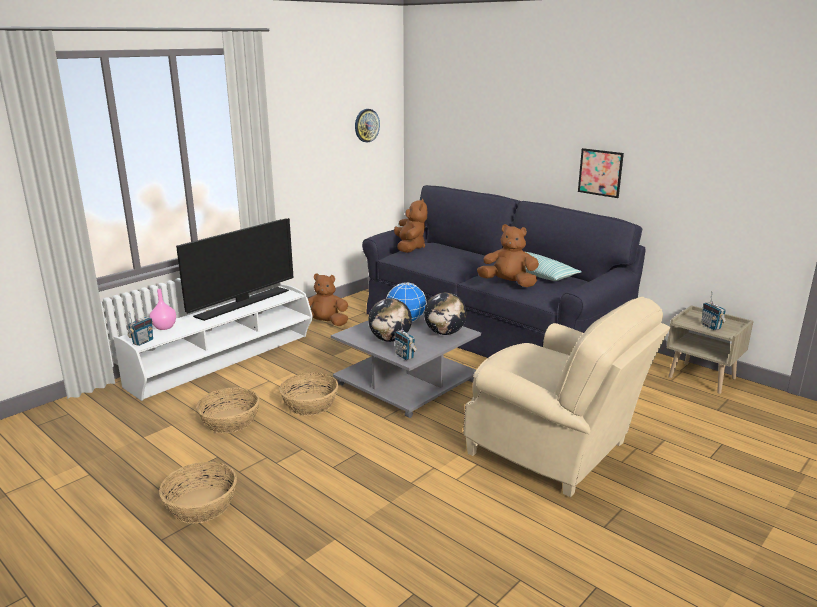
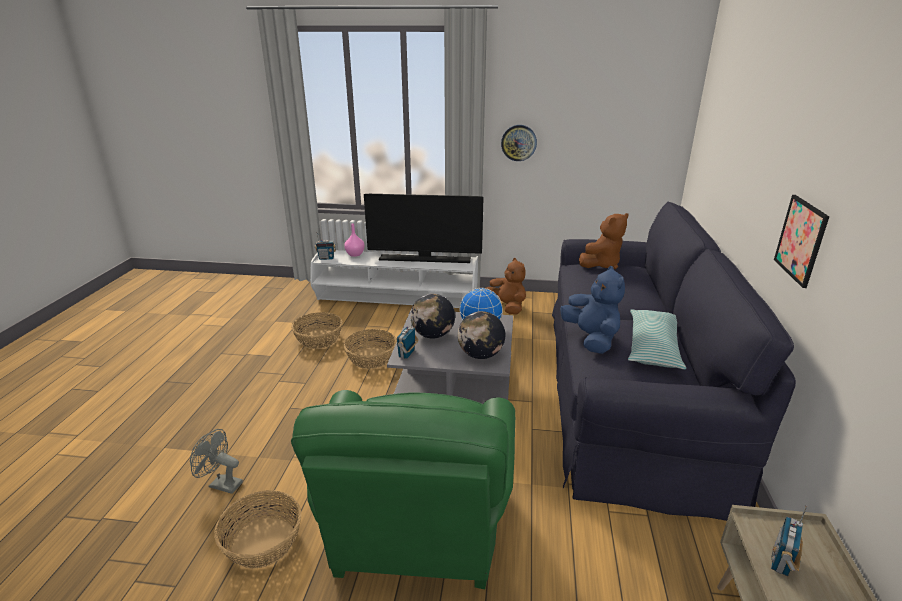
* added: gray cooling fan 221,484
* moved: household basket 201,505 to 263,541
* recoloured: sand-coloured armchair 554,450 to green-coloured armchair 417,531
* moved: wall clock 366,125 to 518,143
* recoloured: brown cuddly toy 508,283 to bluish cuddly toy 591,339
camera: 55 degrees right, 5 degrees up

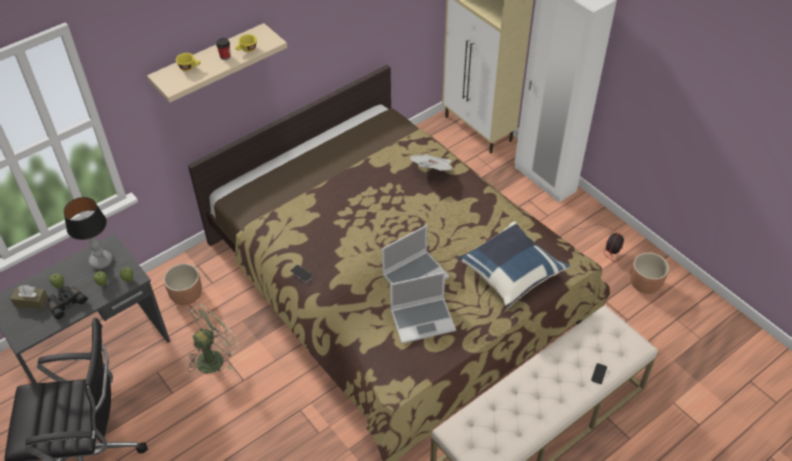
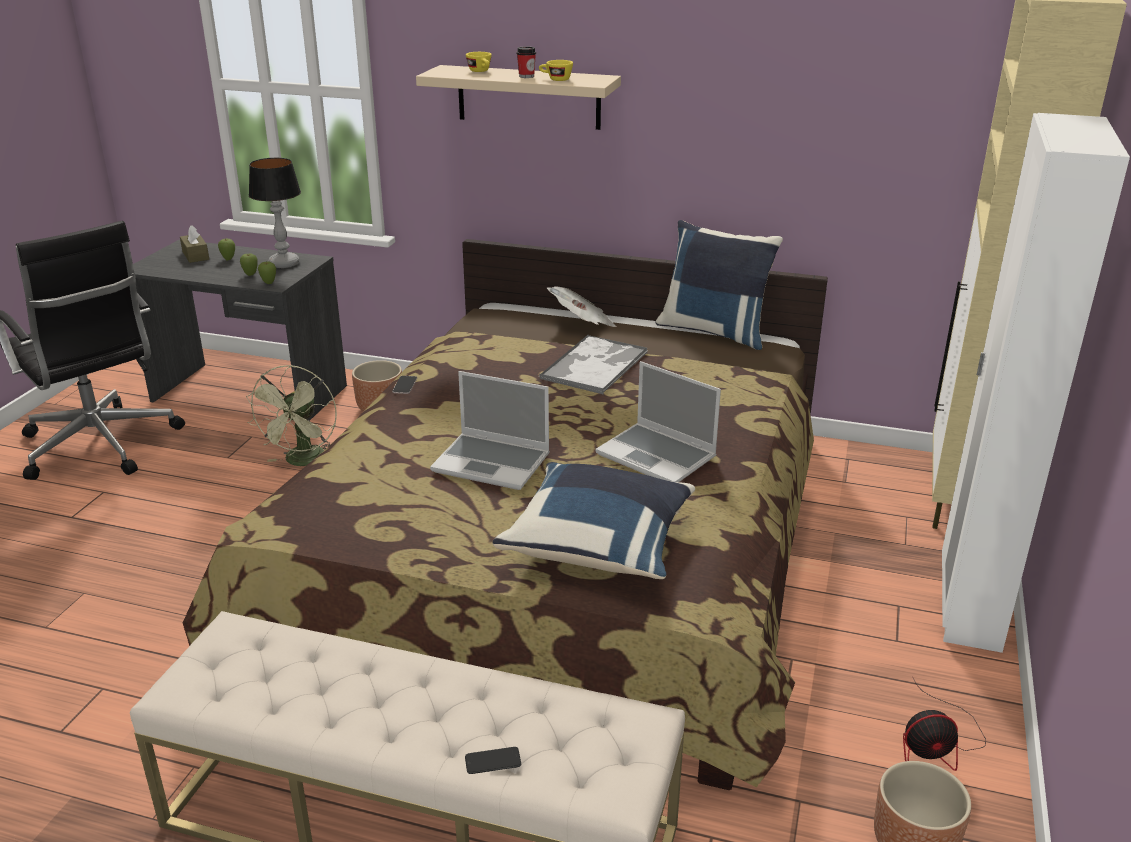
* turned: green-coloured cooling fan 214,357 = 303,462 90 degrees clockwise
* added: carrying tray 595,365
* moved: newspaper 433,170 to 582,324
* moved: laptop 423,320 to 658,456
* added: bluish cushion 714,331
* removed: black pair of binoculars 66,304
camera: 55 degrees right, 20 degrees down

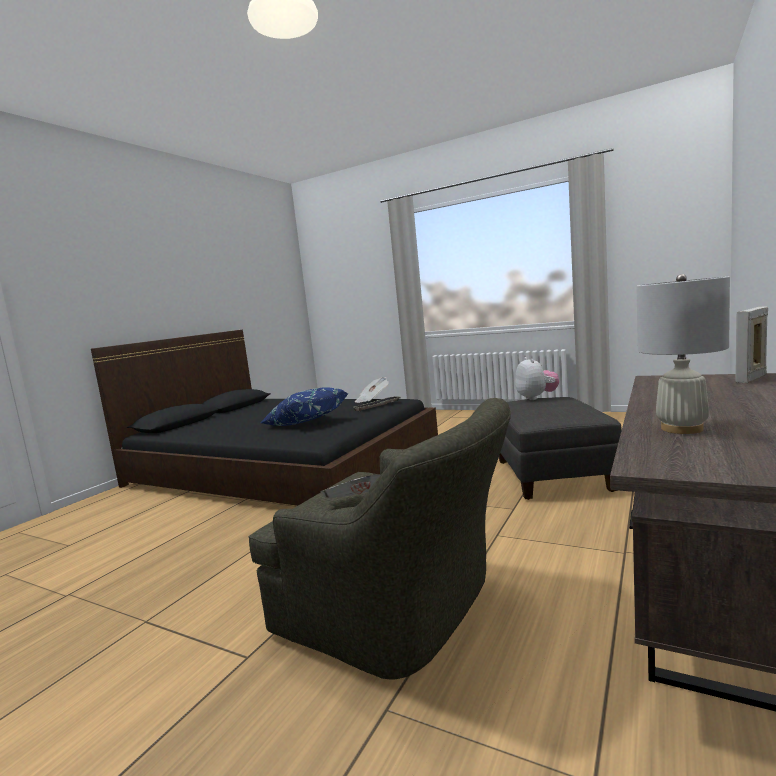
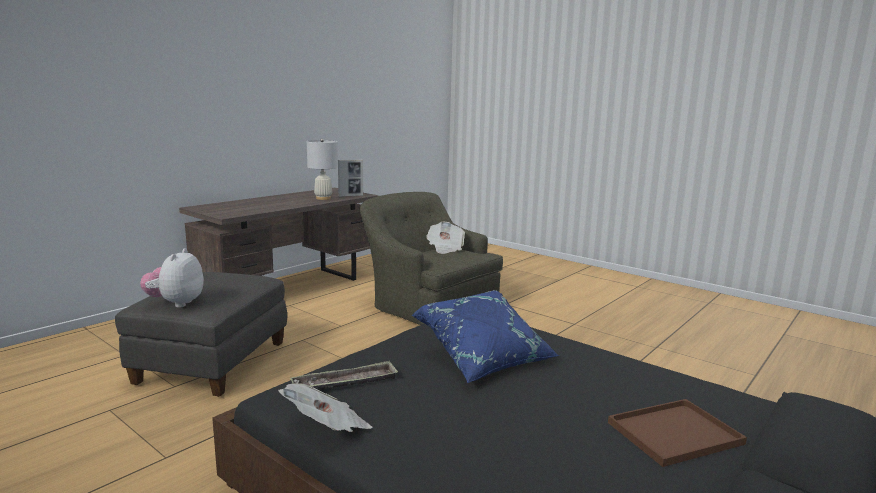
* moved: standing frame 751,379 to 350,196
* added: brown carrying tray 673,434
camera: 170 degrees left, 5 degrees up

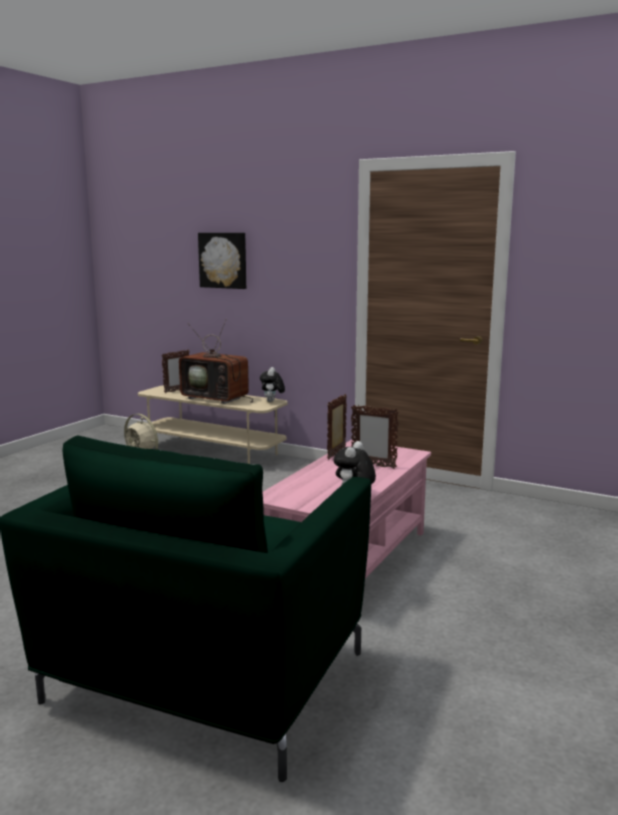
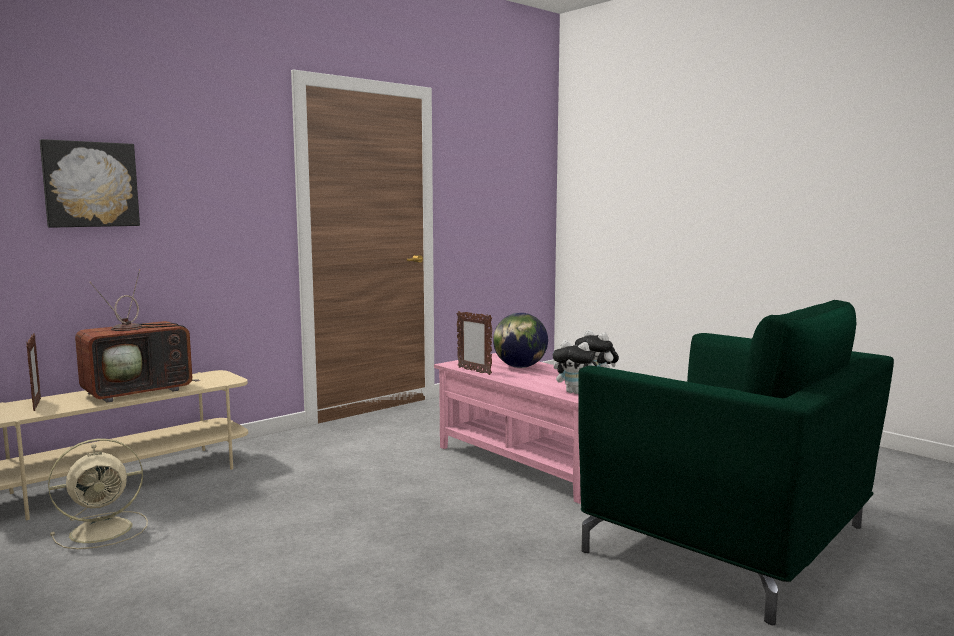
* replaced: standing frame 373,465 to desk globe 520,367
* moved: cuddly toy 272,401 to 575,392
camera: 70 degrees left, 5 degrees down

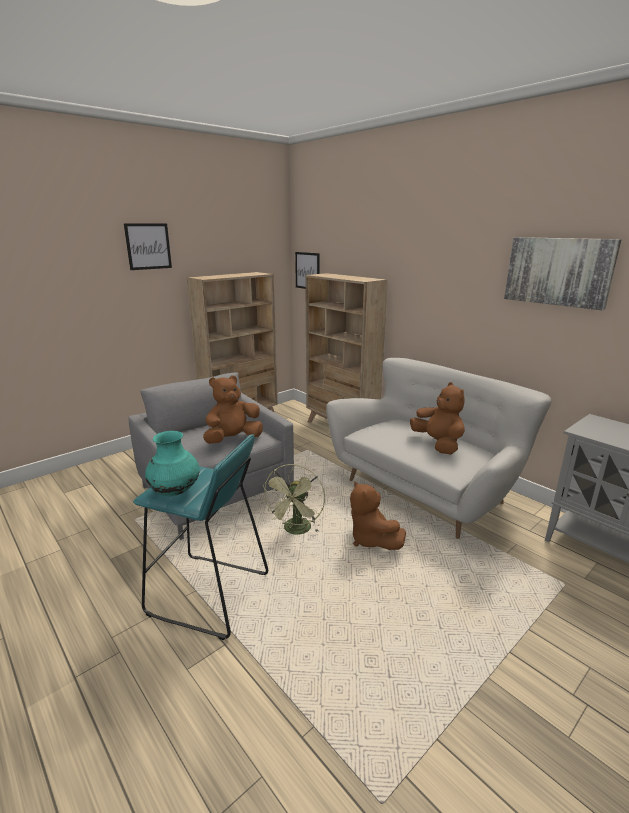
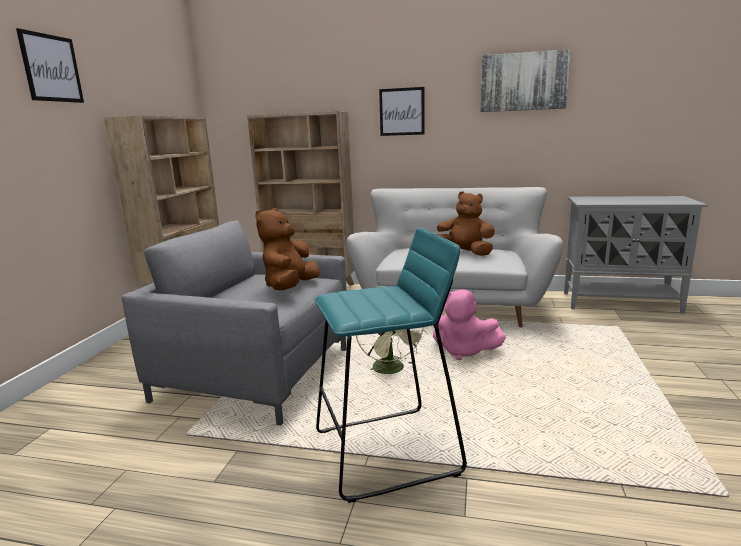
* moved: wall picture 307,271 to 402,111
* recoloured: brown cuddly toy 371,539 to pinkish cuddly toy 463,351
* removed: blue-green flower vase 175,492
camera: 35 degrees left, 5 degrees down

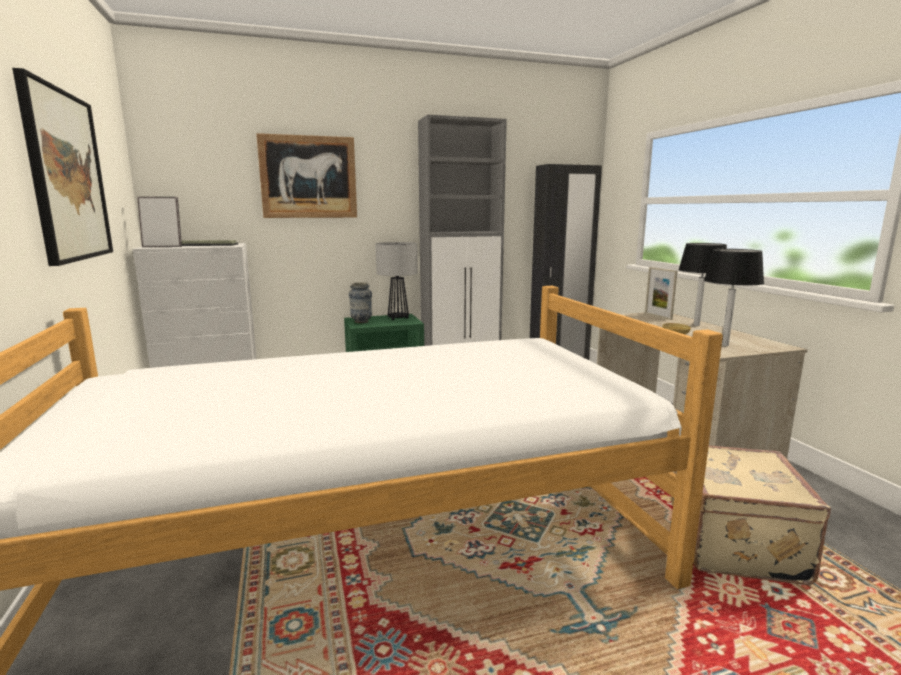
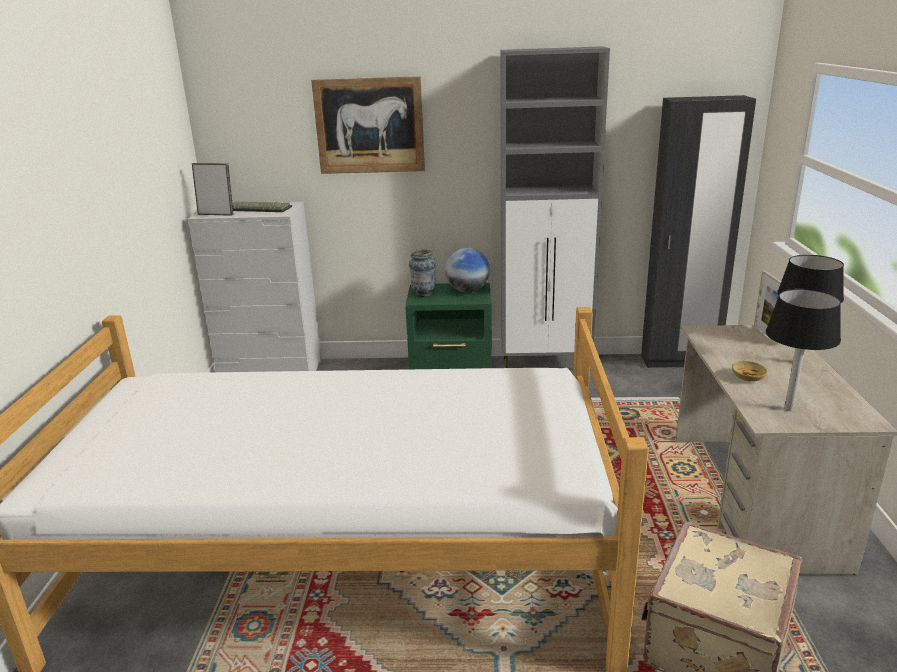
* replaced: tabletop lamp 398,318 to desk globe 467,291
* removed: wall picture 67,176
camera: 20 degrees right, 10 degrees up

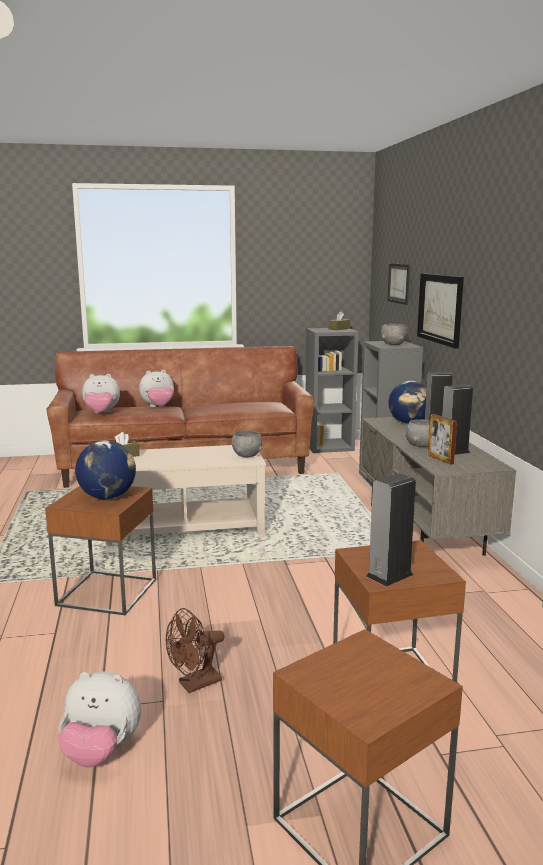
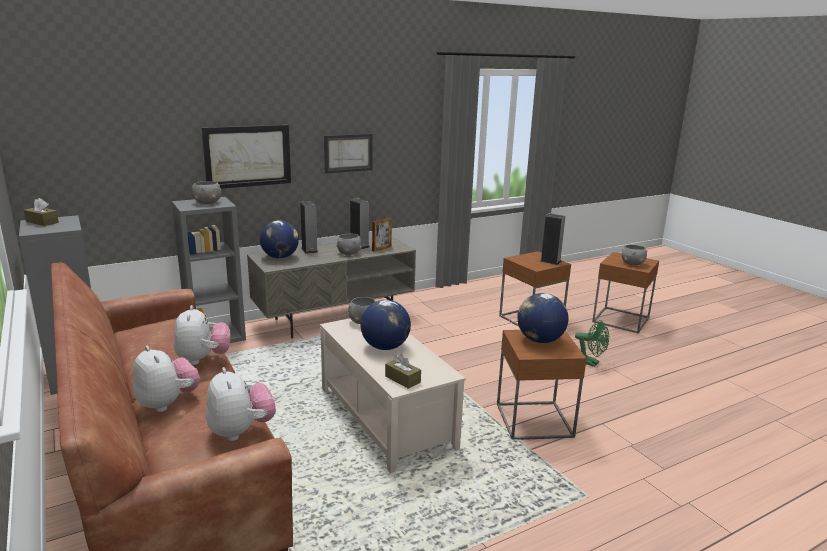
* moved: cuddly toy 101,752 to 203,359
* moved: wall picture 399,283 to 348,153
* added: desk globe 385,347
* recoloured: brown cooling fan 194,684 to green-coloured cooling fan 590,363
* added: gray bowl 632,264
camera: 110 degrees left, 5 degrees up

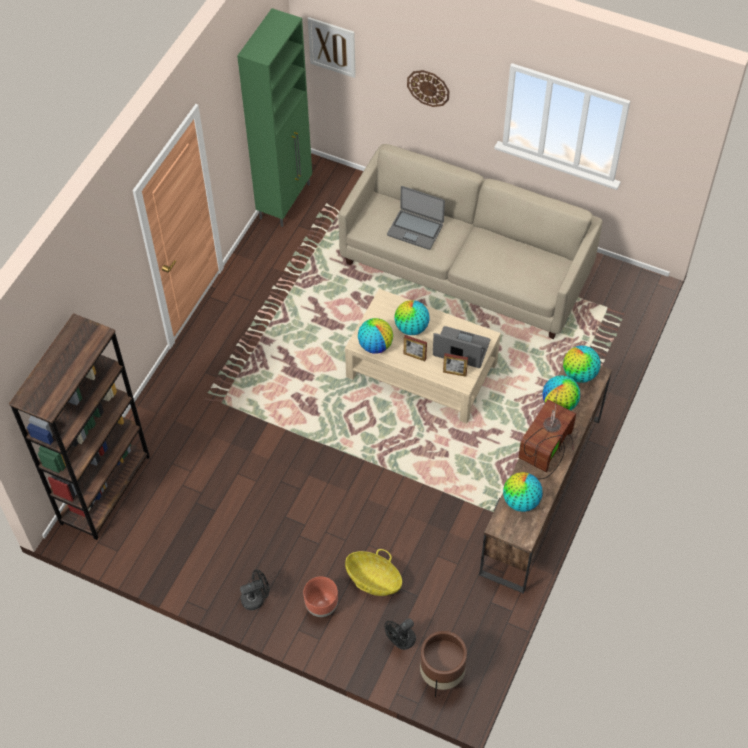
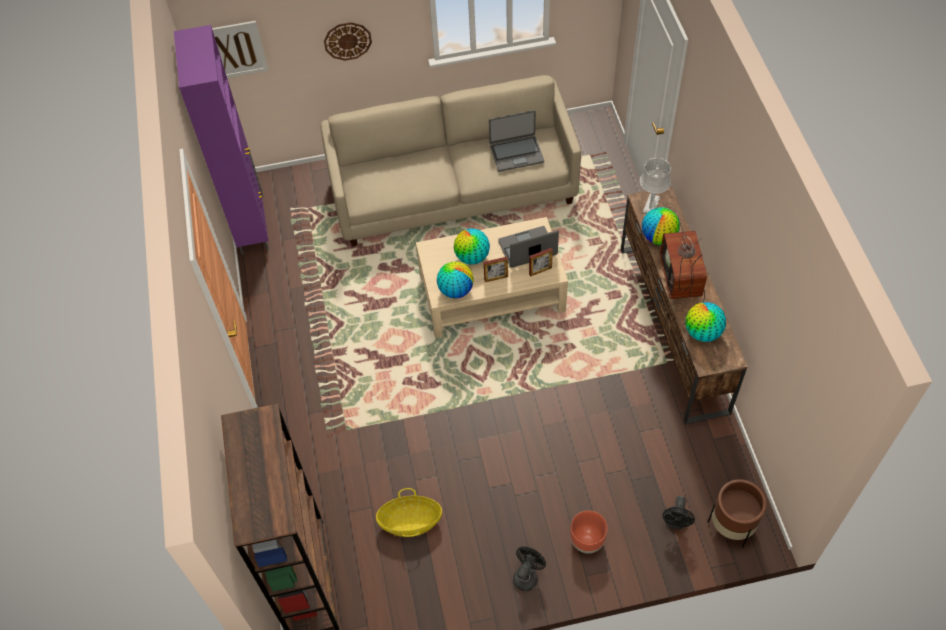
* recoloured: green-coloured storage cabinet 285,200 to purple-coloured storage cabinet 252,226
* moved: household basket 373,580 to 410,522
* moved: laptop 415,229 to 516,153
* replaced: desk globe 579,374 to gray tabletop lamp 651,205
camera: 35 degrees left, 0 degrees up

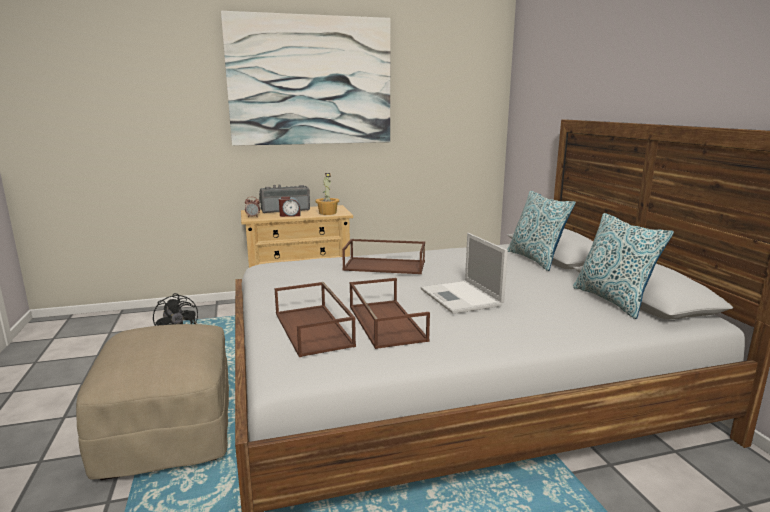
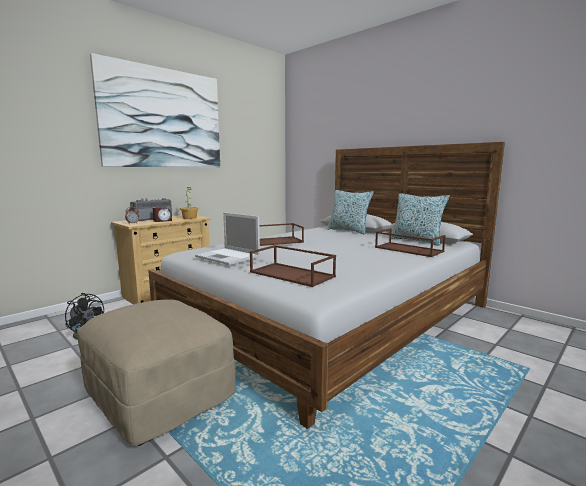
* moved: laptop 461,297 to 228,257
* moved: brown carrying tray 385,322 to 407,249
camera: 30 degrees left, 5 degrees down

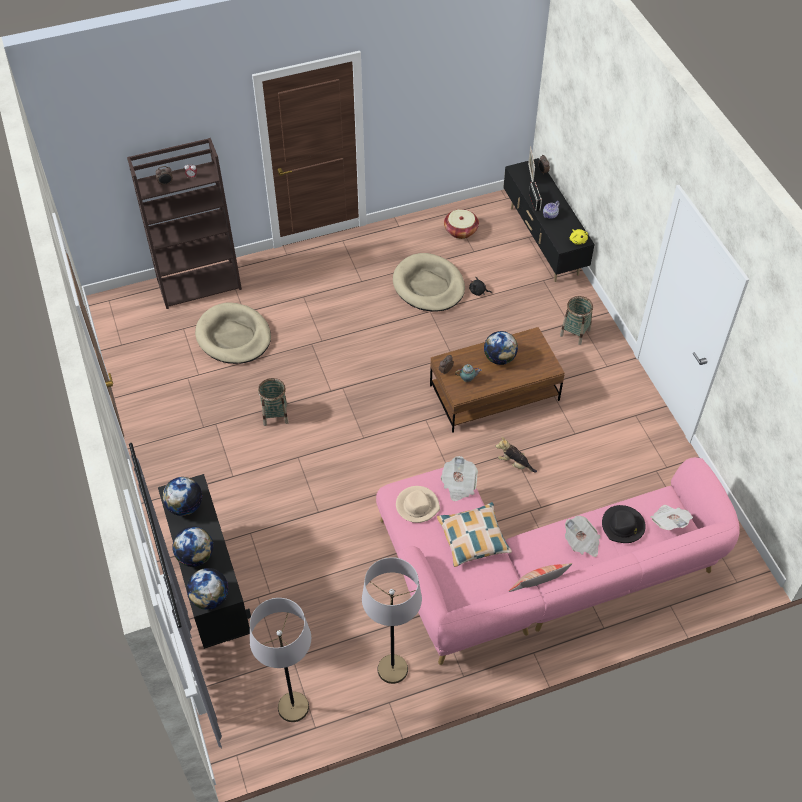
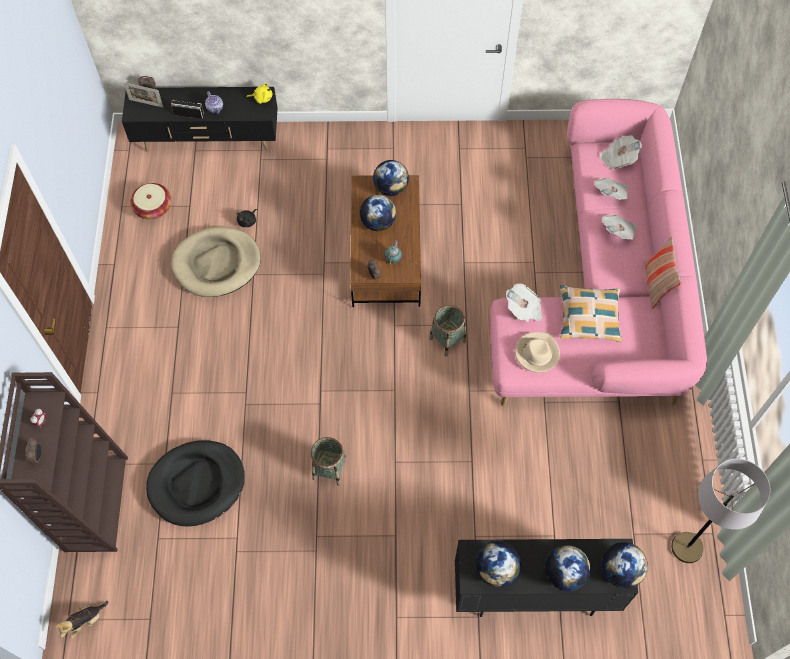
* moved: cuddly toy 514,463 to 85,621
* recoloured: sand-coloured dog bed 234,336 to black dog bed 197,484
* added: desk globe 391,188
* moved: household basket 575,333 to 447,339
* replaced: black clothing hat 623,526 to newspaper 611,194
* removed: gray standing lamp 392,669
camera: 70 degrees left, 10 degrees up

